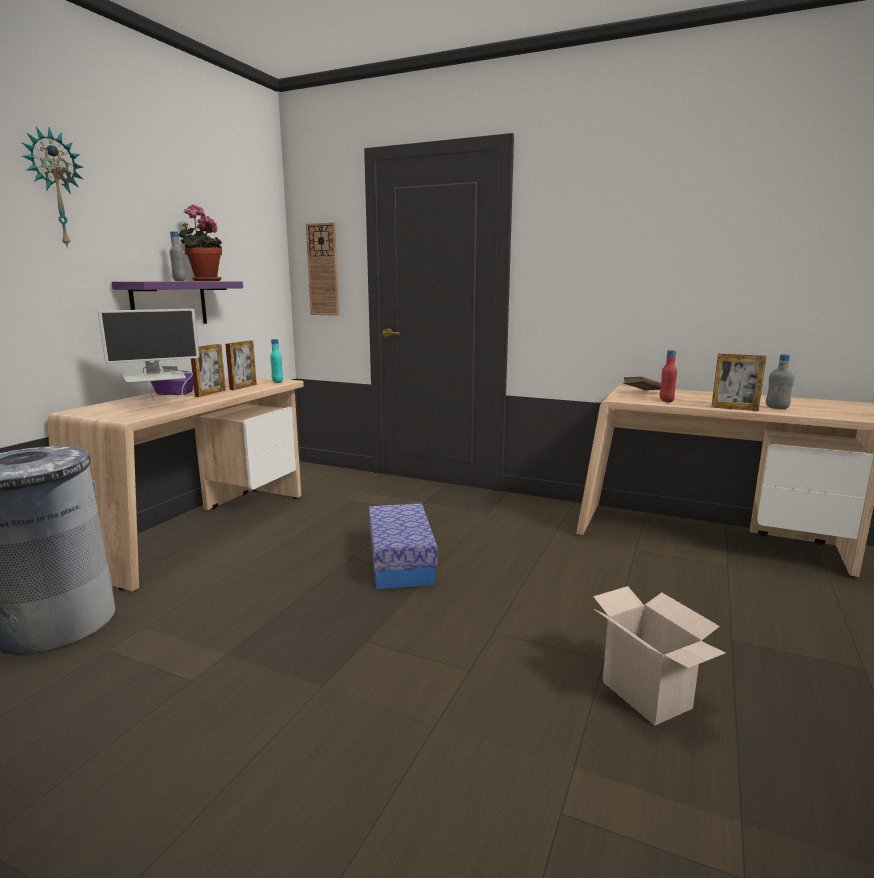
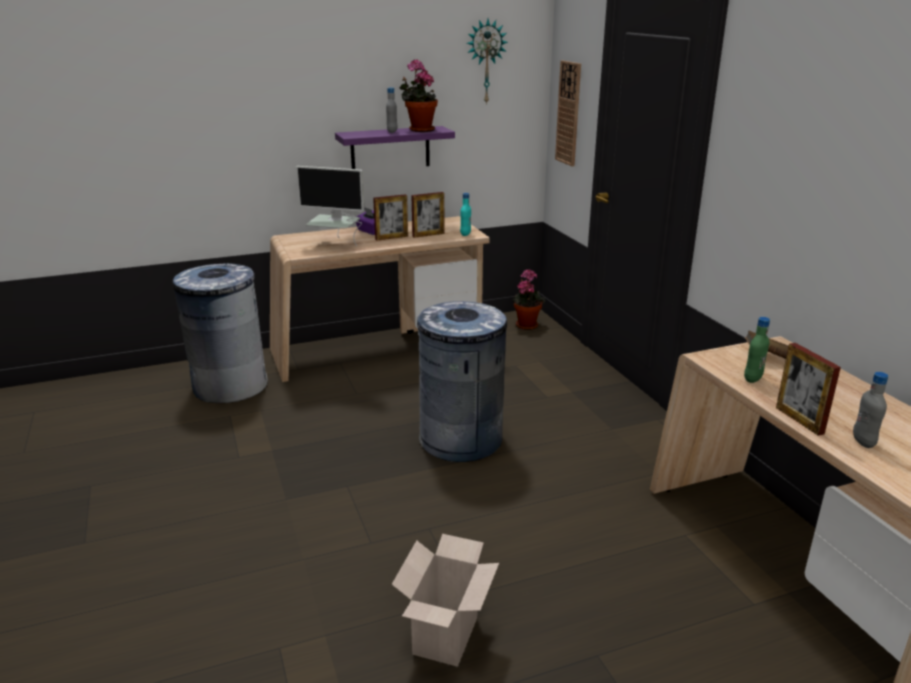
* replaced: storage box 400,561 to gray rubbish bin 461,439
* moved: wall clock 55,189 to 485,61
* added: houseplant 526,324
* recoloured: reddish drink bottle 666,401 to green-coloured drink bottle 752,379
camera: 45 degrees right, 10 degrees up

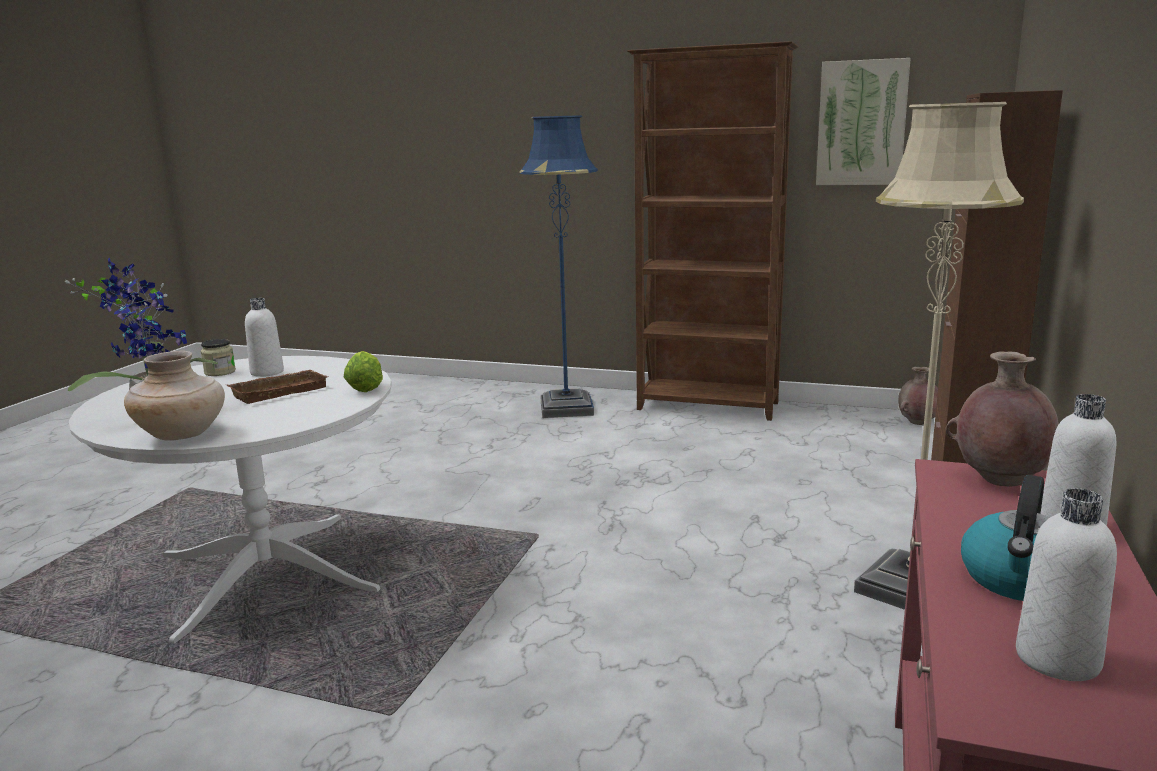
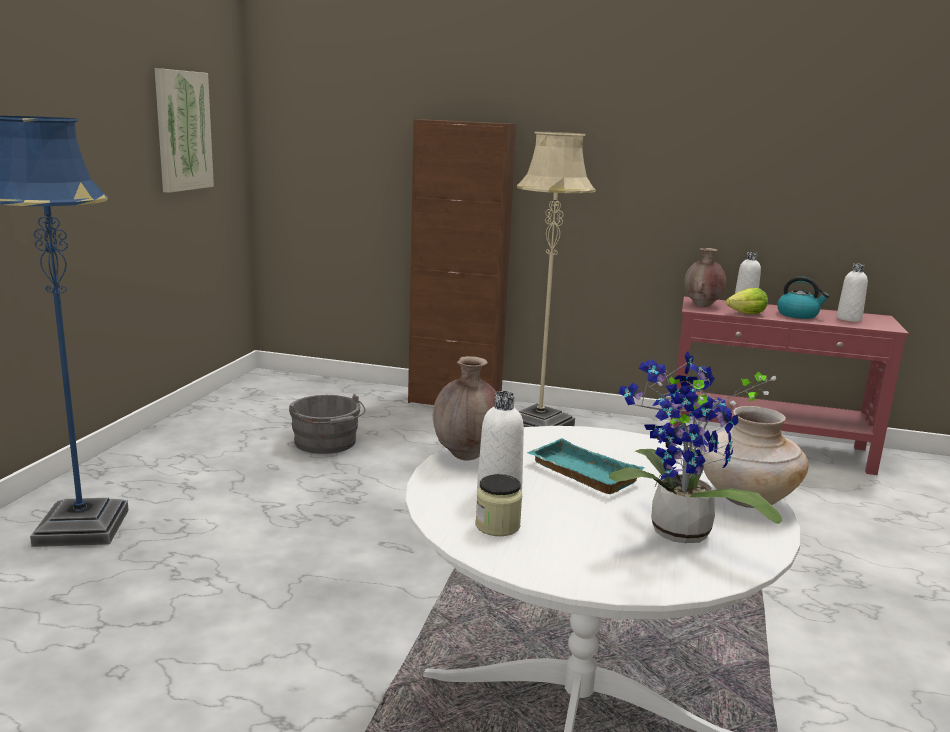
* added: gray water bucket 327,443
* moved: brown flower vase 917,423 to 467,456
* recoloured: brown carrying tray 279,391 to blue-green carrying tray 580,473
* moved: lettuce head 365,387 to 744,314
* removed: brown bookcase 708,407
camera: 95 degrees left, 0 degrees up

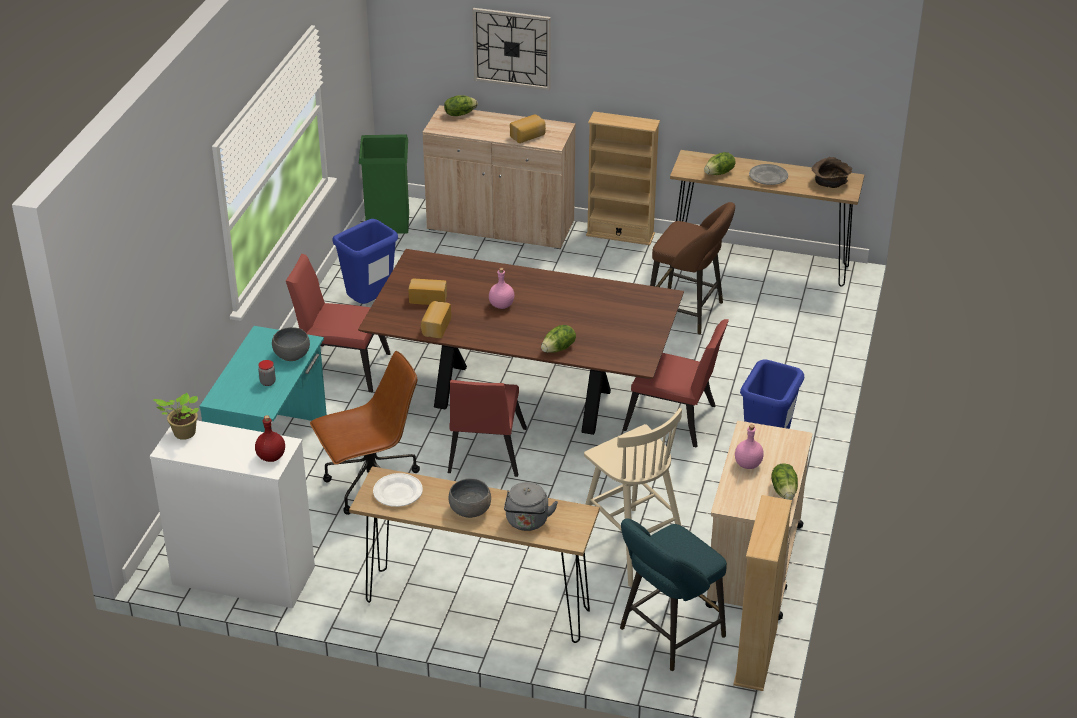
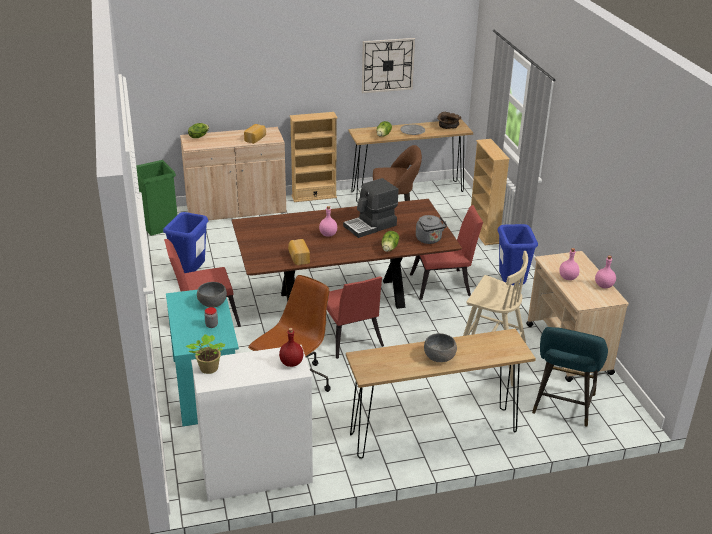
* added: coffee brewer 371,226
* moved: wall clock 512,48 to 387,65
* moved: gray tea kettle 527,522 to 429,240
* moved: sand-coloured bookcase 756,656 to 483,233
* replaced: lettuce head 784,491 to pinkish drink bottle 603,285
* removed: white dinner plate 397,493
* removed: bread 428,298
camera: 30 degrees left, 5 degrees down

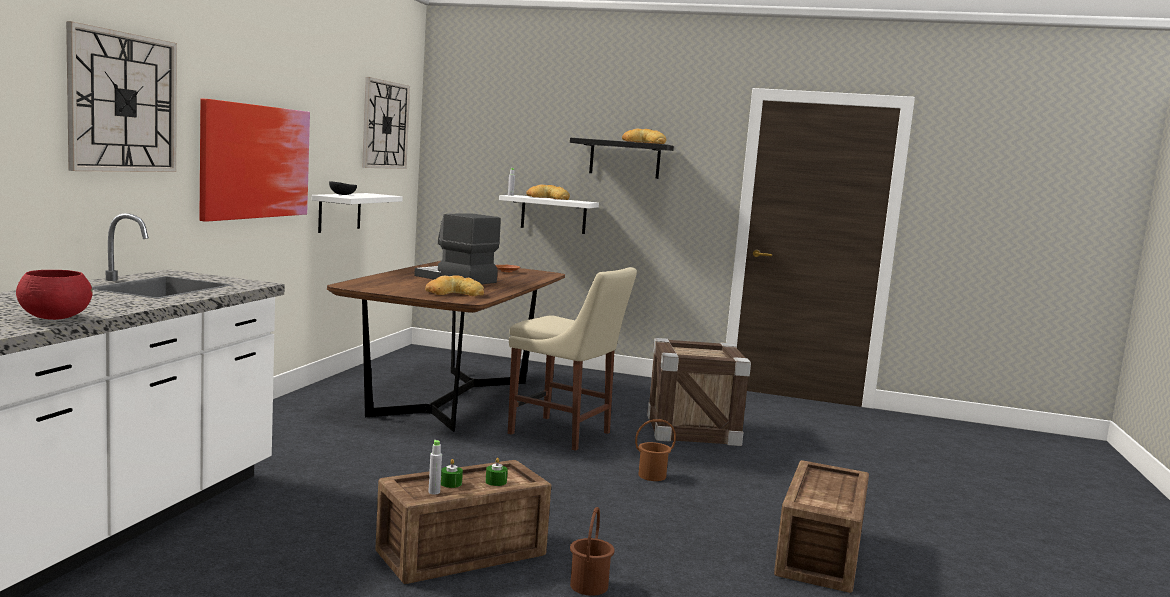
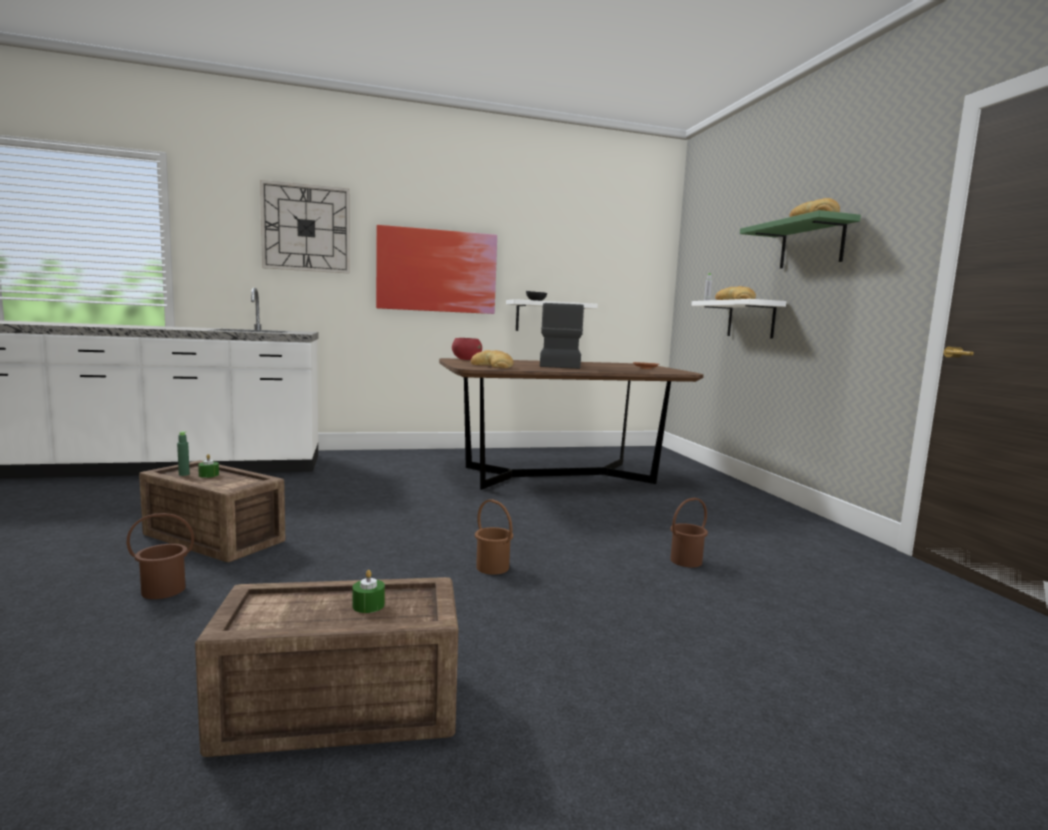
* recoloured: gray drink bottle 434,492 to green-coloured drink bottle 184,474
* moved: green-coloured wax candle 496,482 to 368,605
* moved: reddish bowl 54,318 to 466,359
* replaced: shipping crate 692,430 to brown water bucket 686,561
* recoloured: black shelf 625,159 to green-coloured shelf 811,244
* removed: wall clock 385,125
* removed: sand-coloured plain chair 564,434
camera: 60 degrees right, 0 degrees up

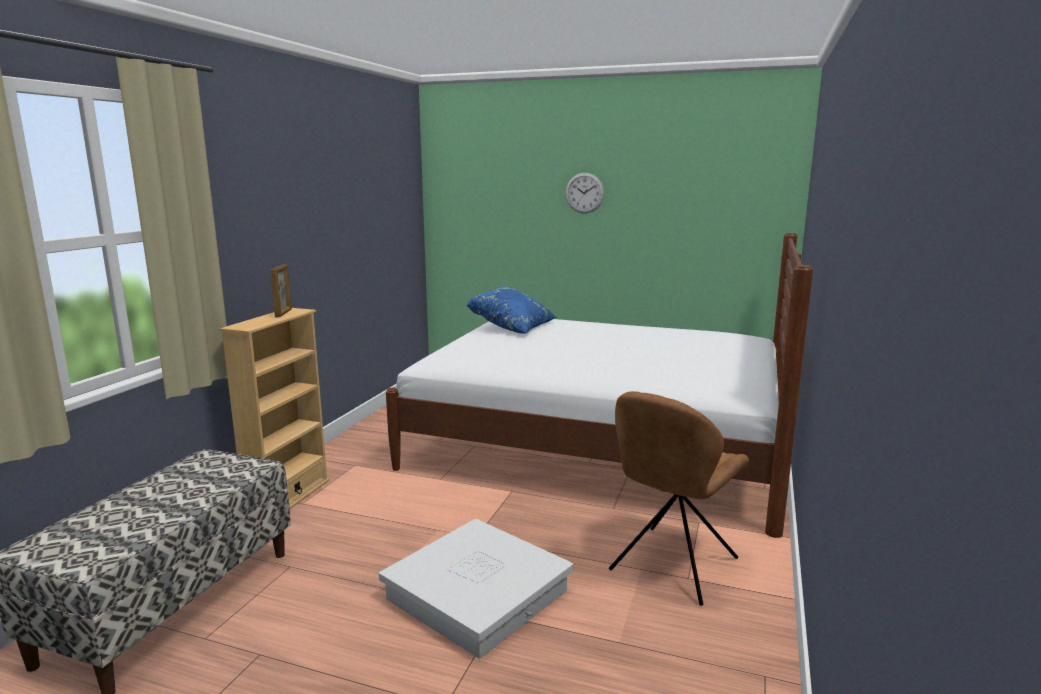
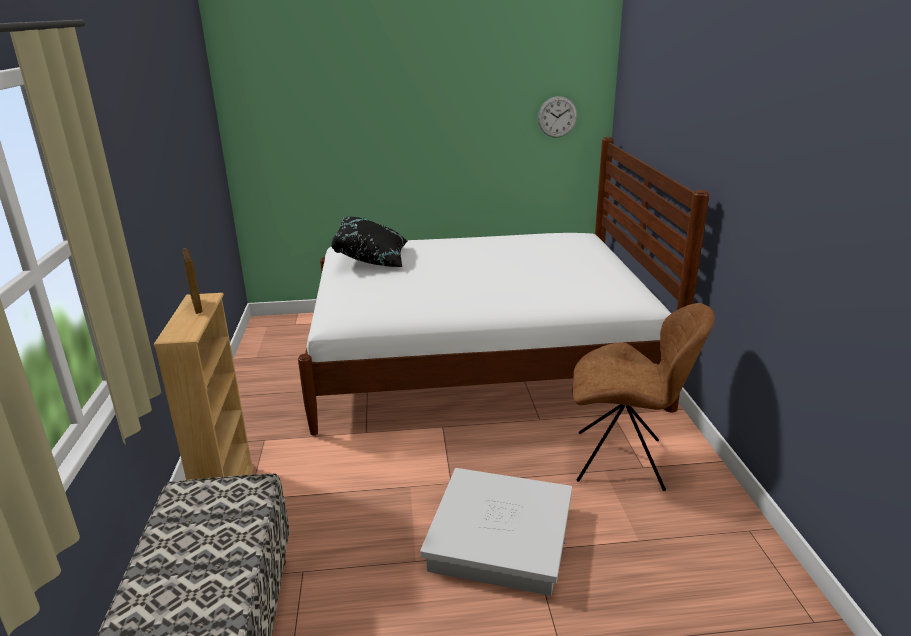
* recoloured: bluish cushion 513,327 to black cushion 372,259
* moved: wall clock 584,193 to 557,117
* turned: brown plain chair 671,566 = 624,461 90 degrees counterclockwise
camera: 25 degrees left, 10 degrees up

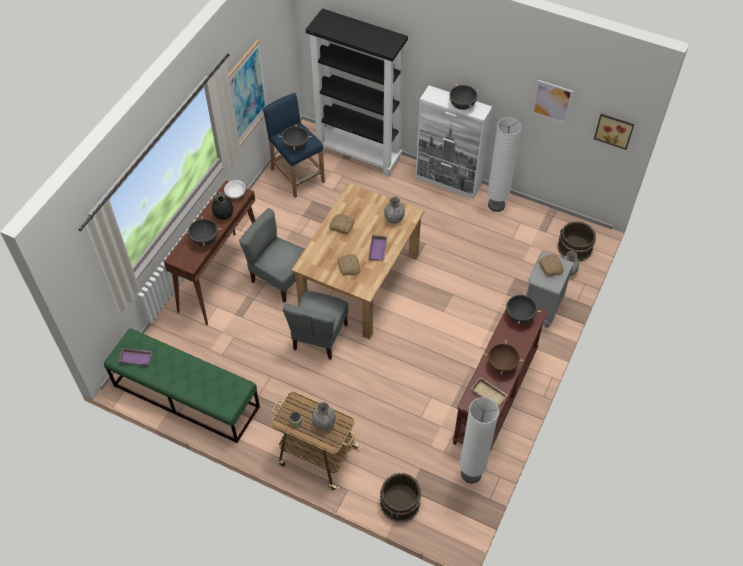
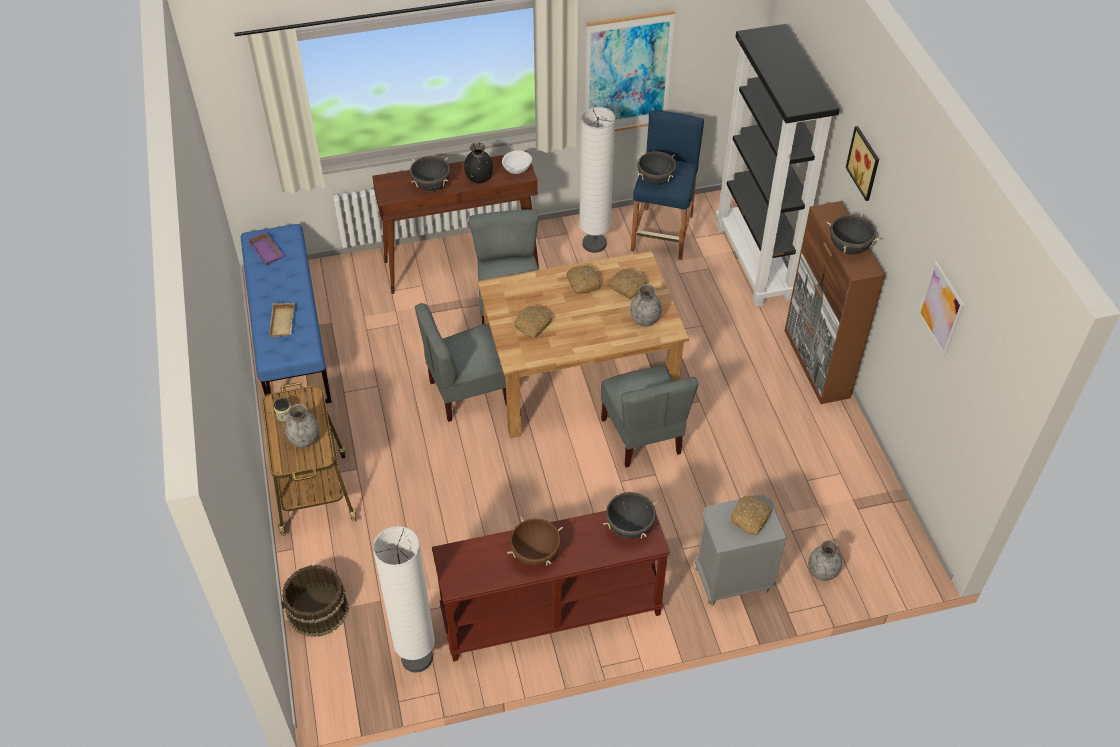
* recoloured: green-coloured indoor bench 185,396 to bluish indoor bench 290,336
* moved: sand-coloured carrying tray 489,393 to 284,323
* moved: white standing lamp 496,205 to 594,244
* added: gray plain chair 642,436
* added: bread 626,287
* recoloured: white storage cabinet 448,181 to brown storage cabinet 816,364
* moved: wall picture 614,130 to 865,162
* removed: purple-coloured carrying tray 378,250
* removed: brown water bucket 574,248
camera: 50 degrees right, 5 degrees down

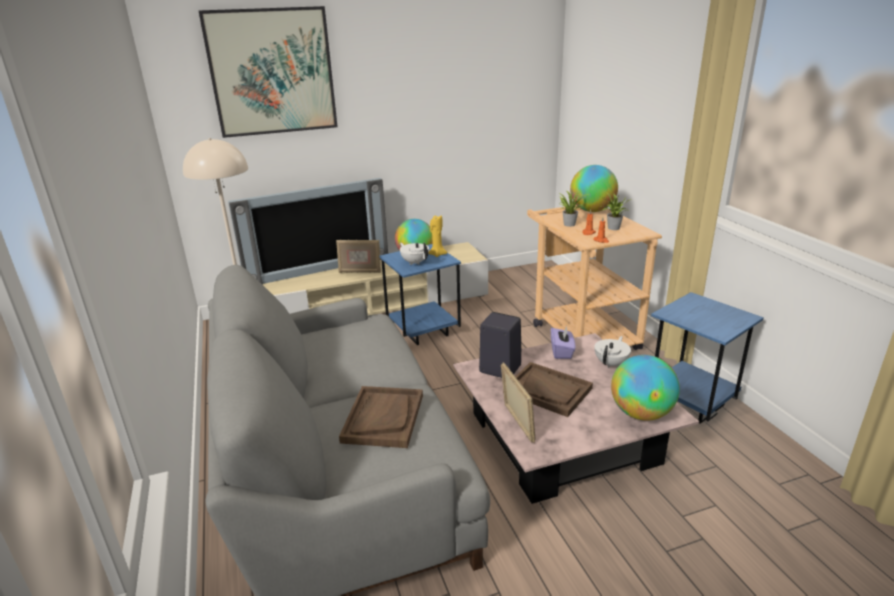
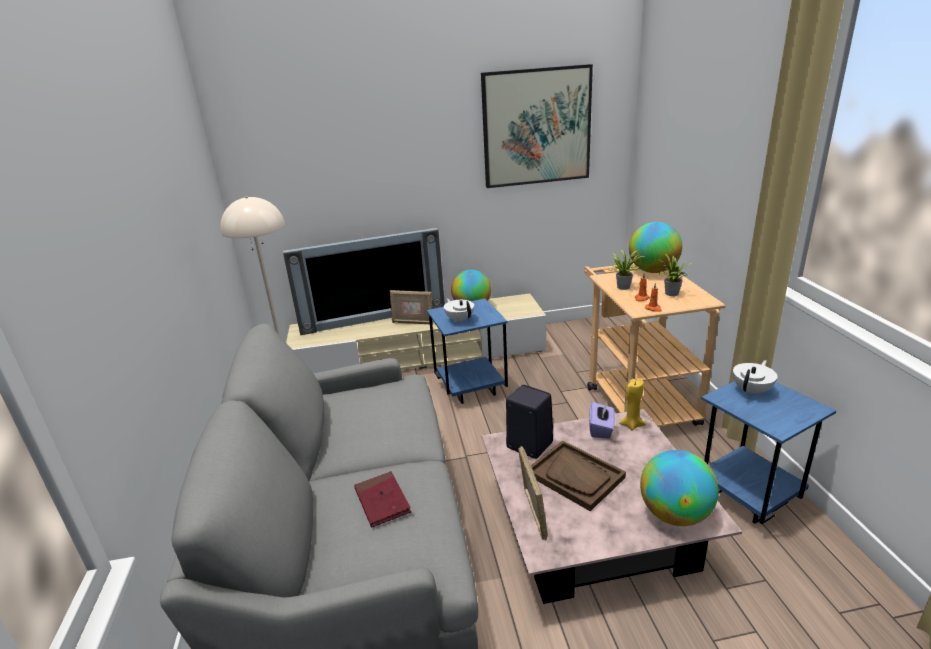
* replaced: brown carrying tray 383,418 to reddish volume 382,501
* moved: wall picture 272,72 to 536,127
* moved: yellow wax candle 437,254 to 631,425
* moved: white tea pot 611,363 to 752,390
camera: 10 degrees right, 0 degrees up

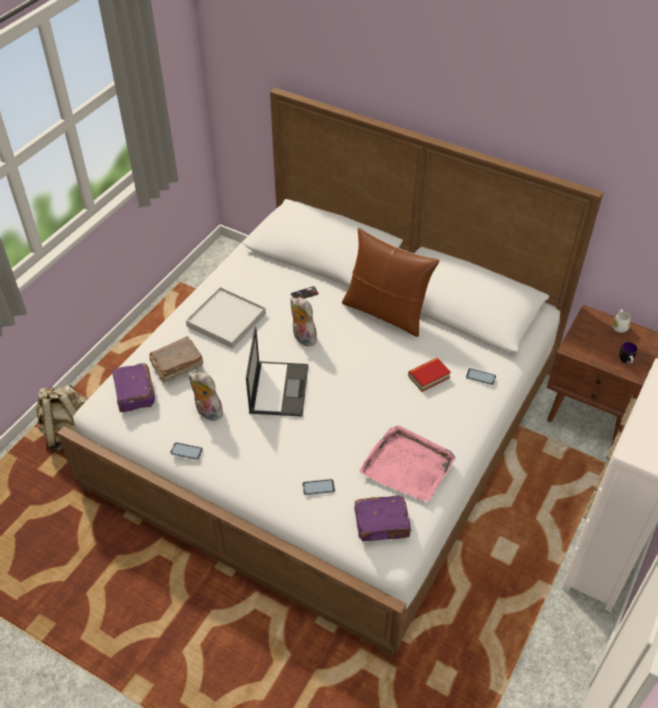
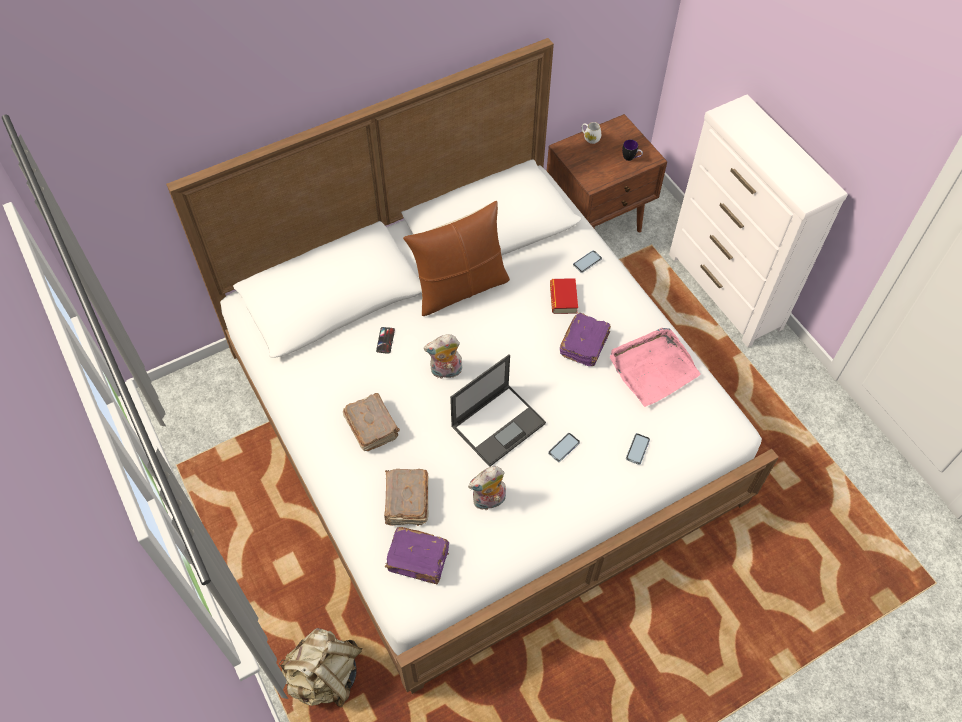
* replaced: white carrying tray 226,320 to brown volume 372,426
* turned: laptop 278,388 = 498,424 105 degrees clockwise
* moved: telephone 186,451 to 563,448
* moved: purple-coloured volume 382,524 to 585,344
camera: 60 degrees left, 10 degrees up

